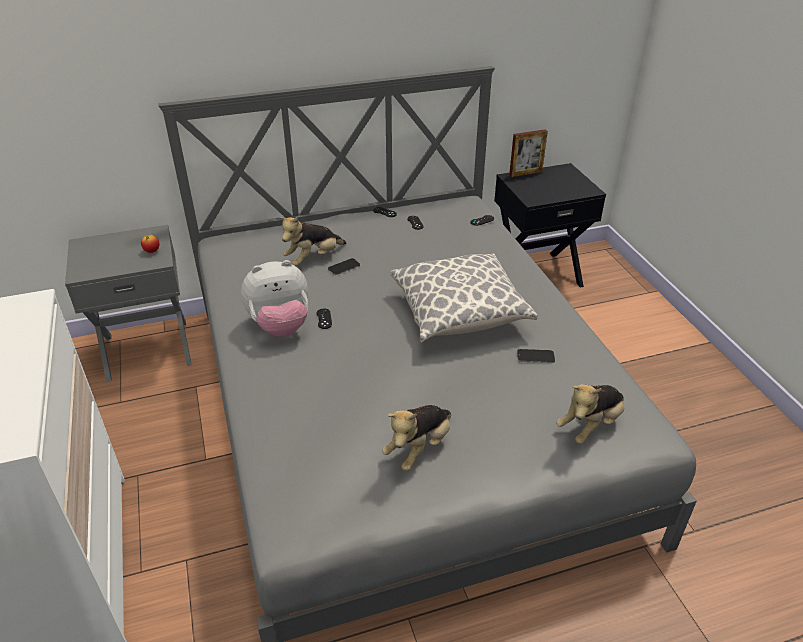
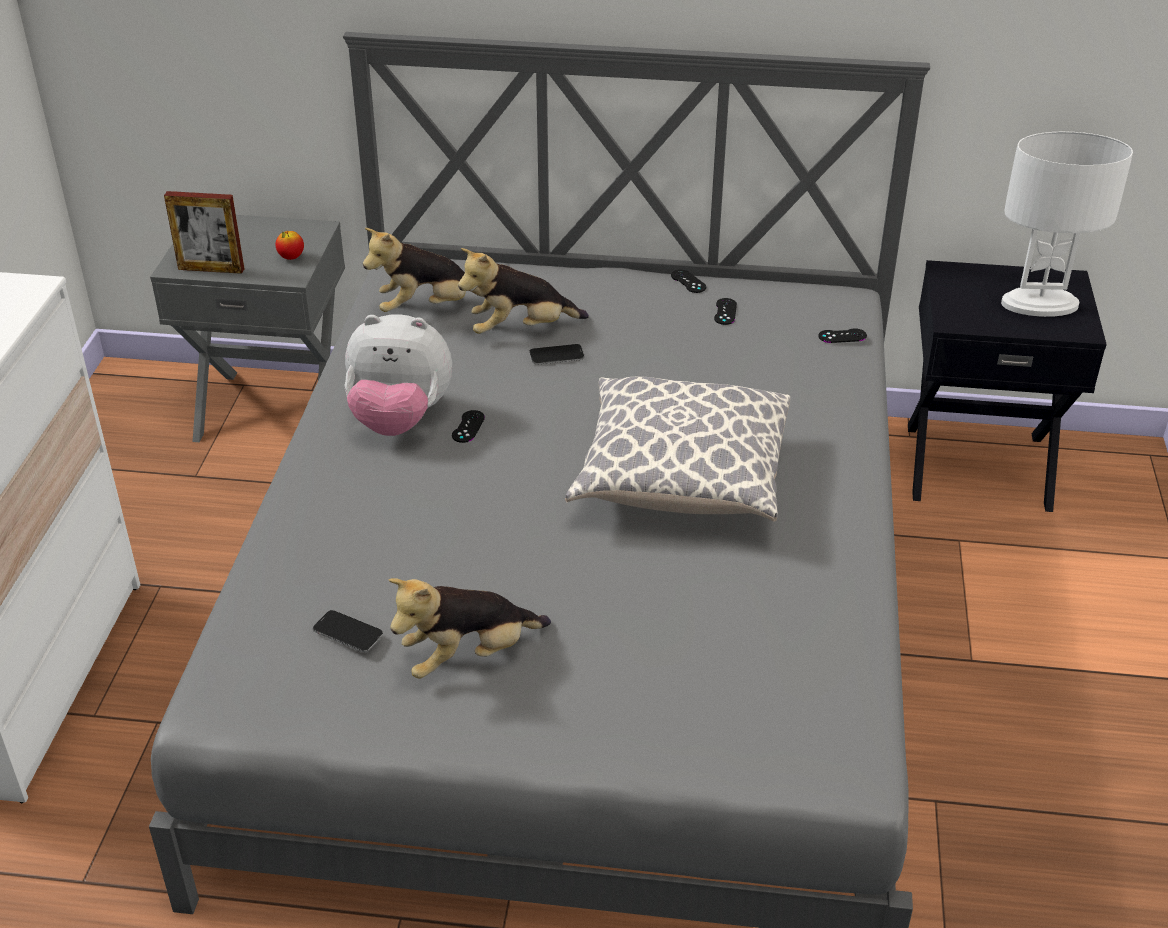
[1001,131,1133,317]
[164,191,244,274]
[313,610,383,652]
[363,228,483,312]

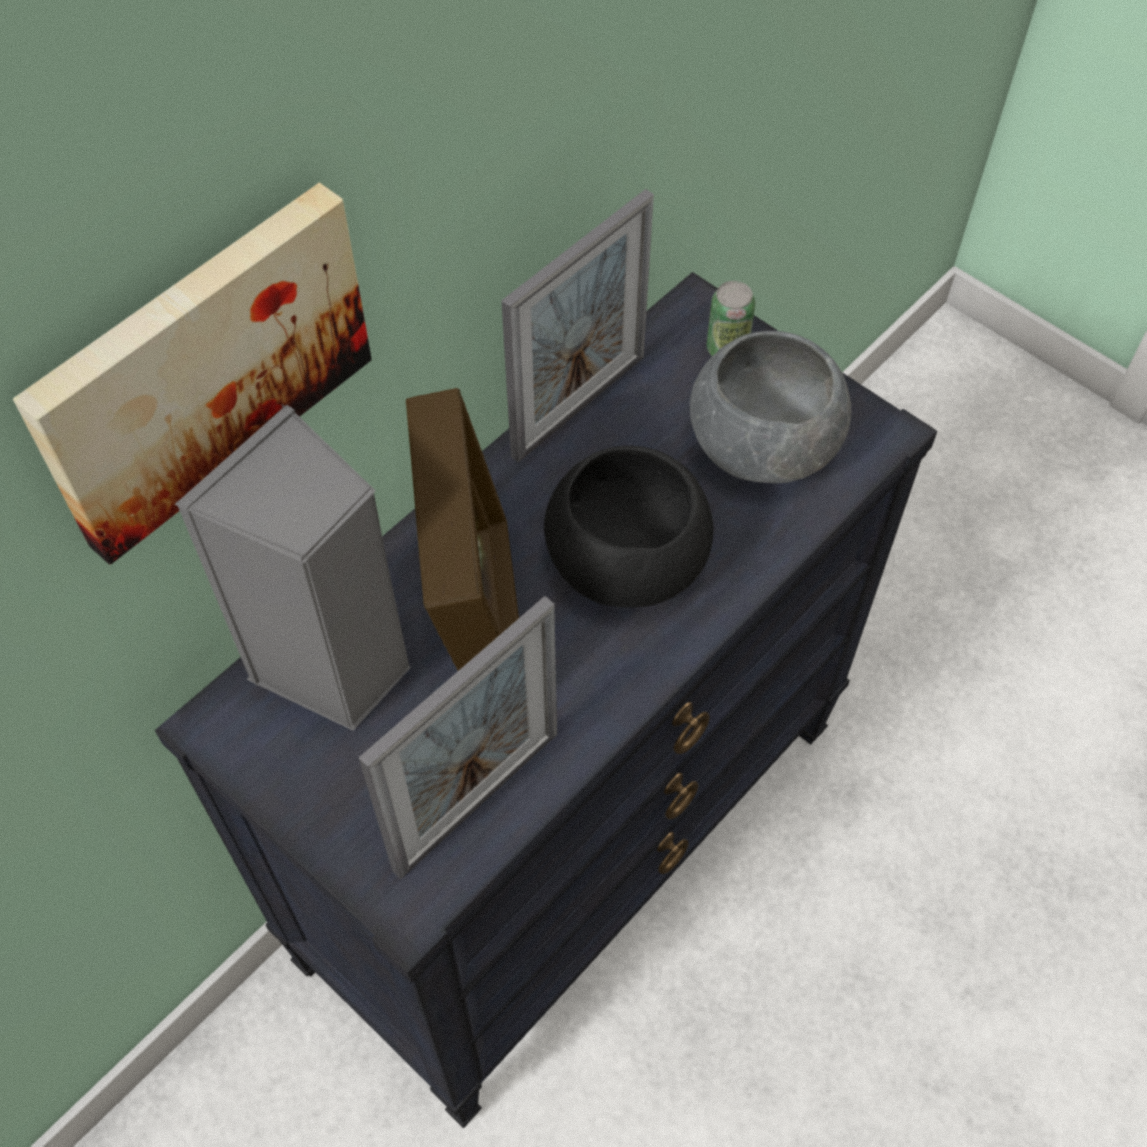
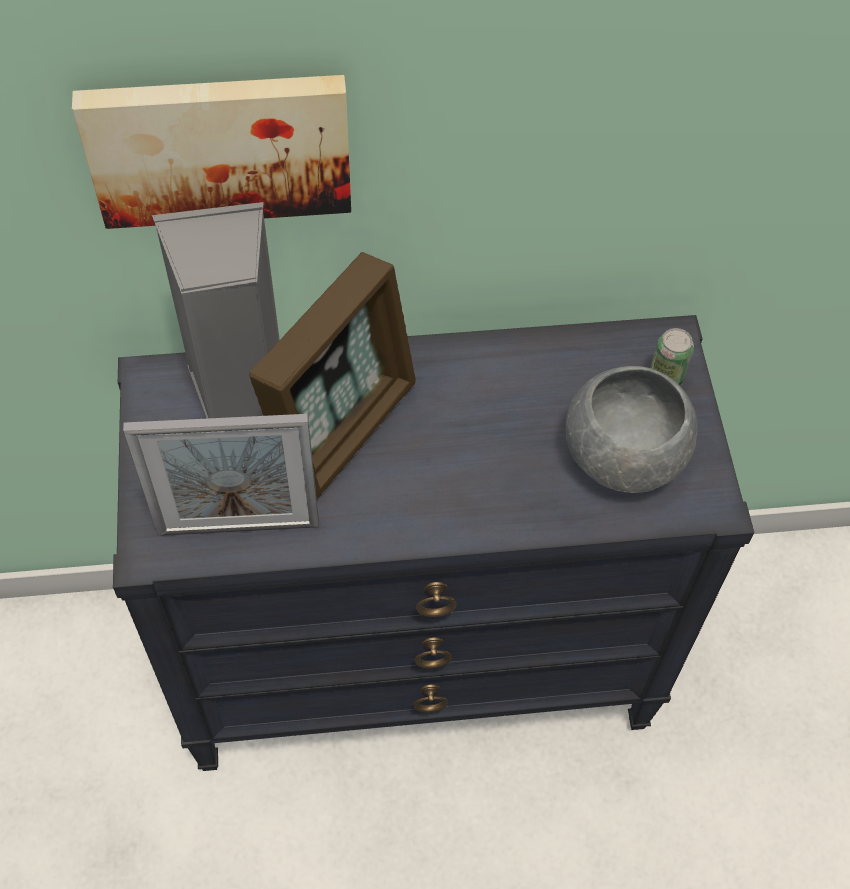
[501,189,654,462] (first image)
[544,446,714,607] (first image)

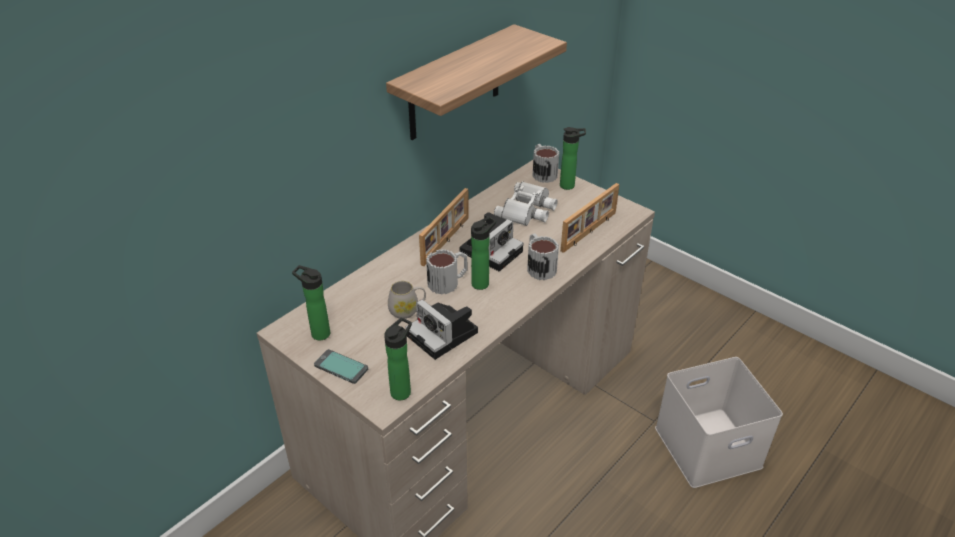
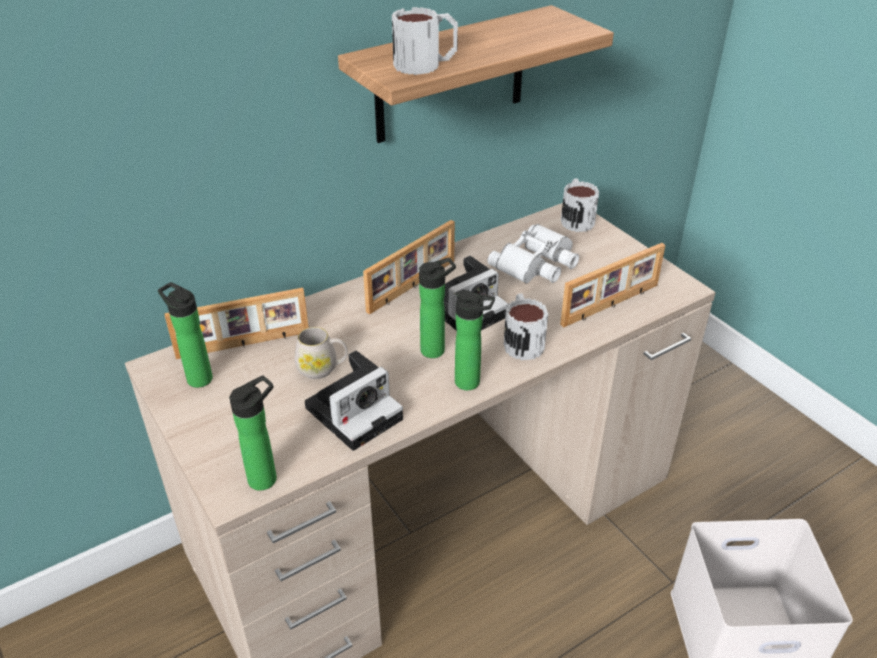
[314,349,368,384] (first image)
[165,288,309,359]
[392,7,458,75]
[455,290,495,390]
[304,351,403,451]

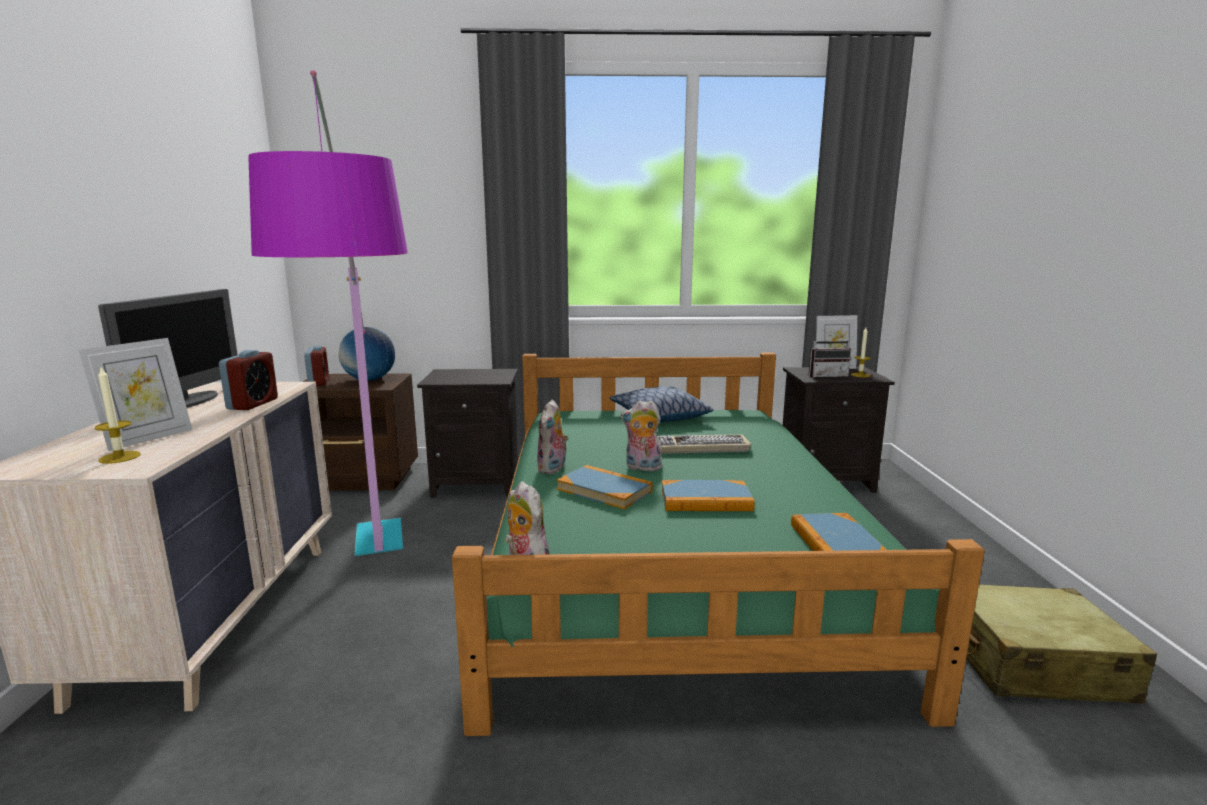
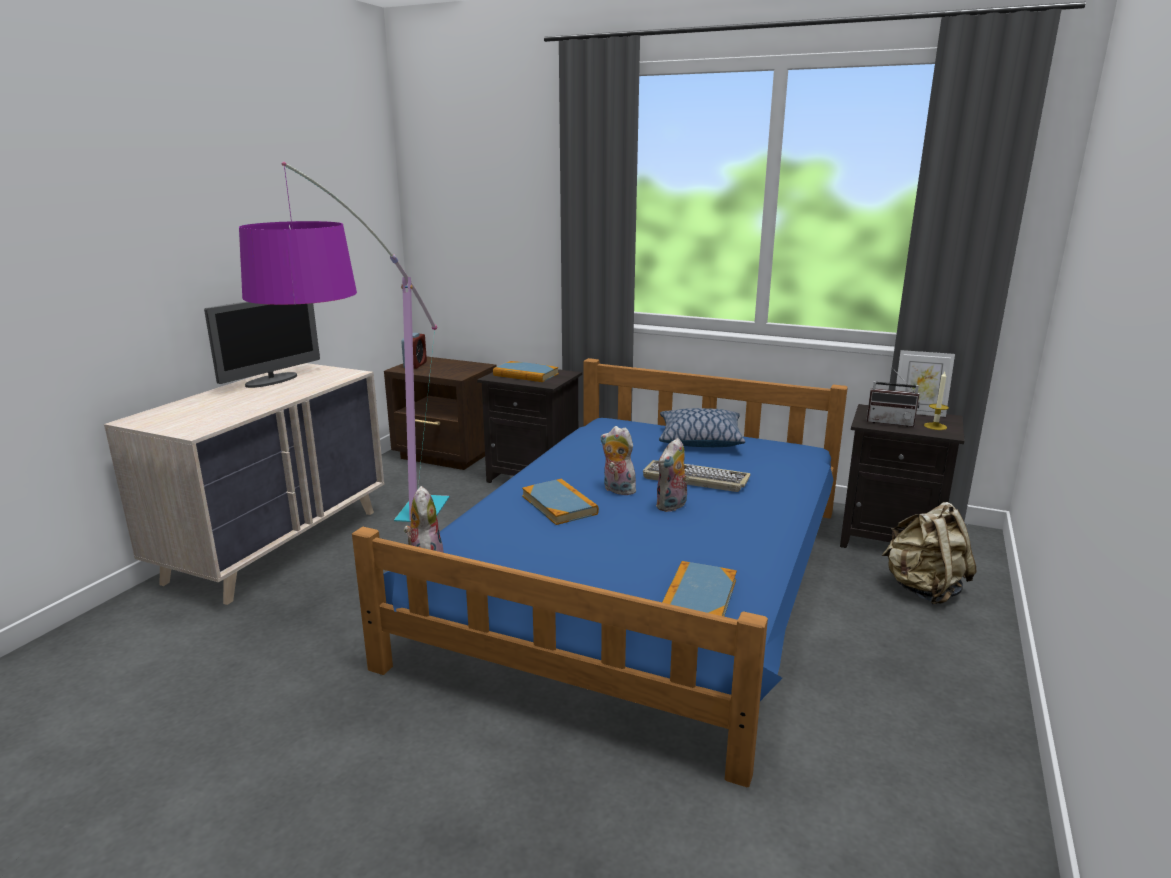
[79,338,192,451] (first image)
[95,368,141,464] (first image)
[219,350,278,410] (first image)
[339,327,395,381] (first image)
[966,585,1157,704] (first image)
[882,502,977,605]
[656,438,689,512]
[493,361,559,382]
[352,358,848,787]

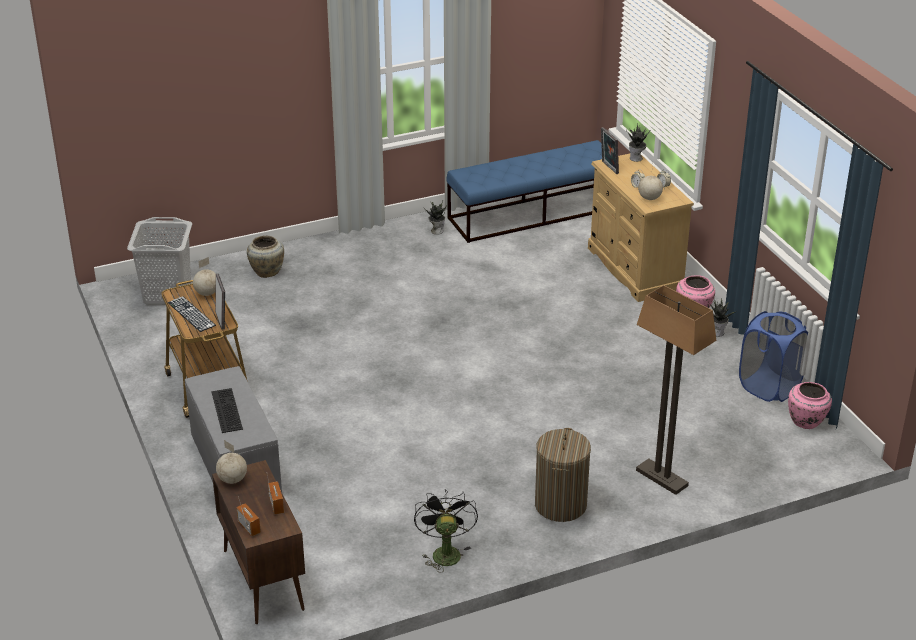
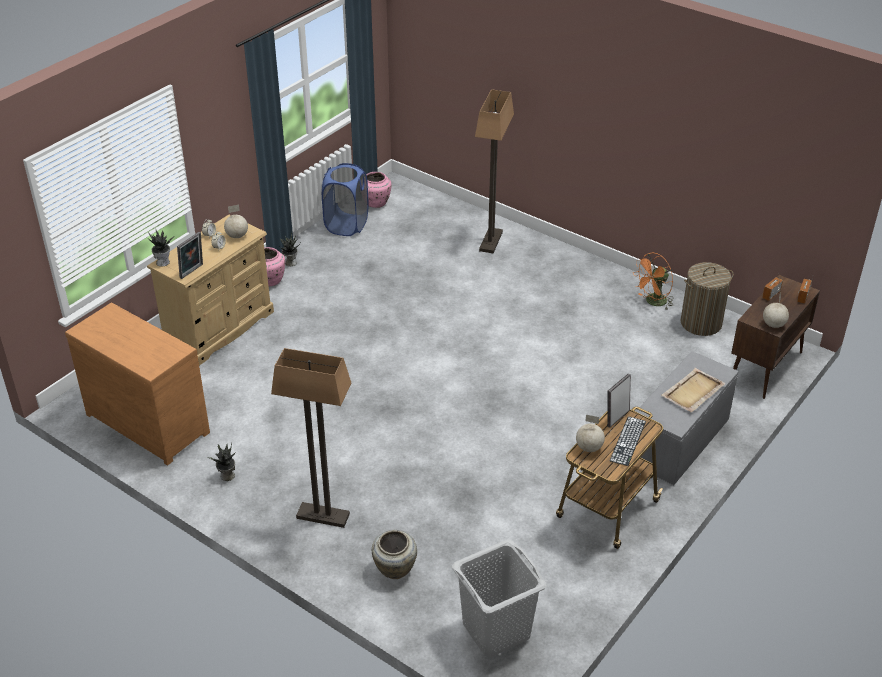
[271,348,351,528]
[681,262,734,336]
[661,368,726,412]
[65,302,210,465]
[633,253,673,310]

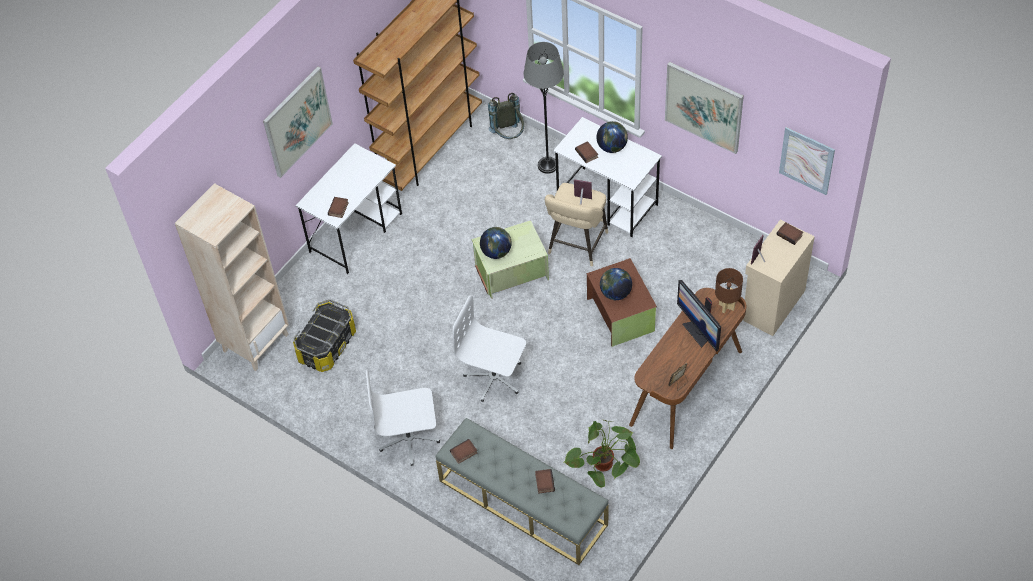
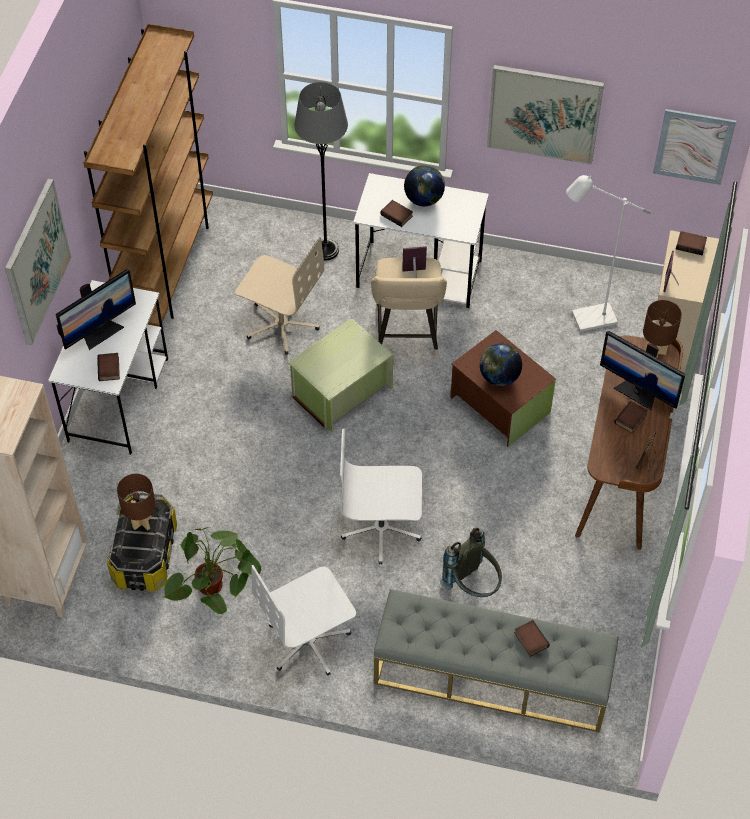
[480,227,512,259] (first image)
[56,269,136,350]
[117,474,156,531]
[235,237,324,354]
[566,175,651,332]
[614,401,648,434]
[440,528,502,597]
[163,527,261,614]

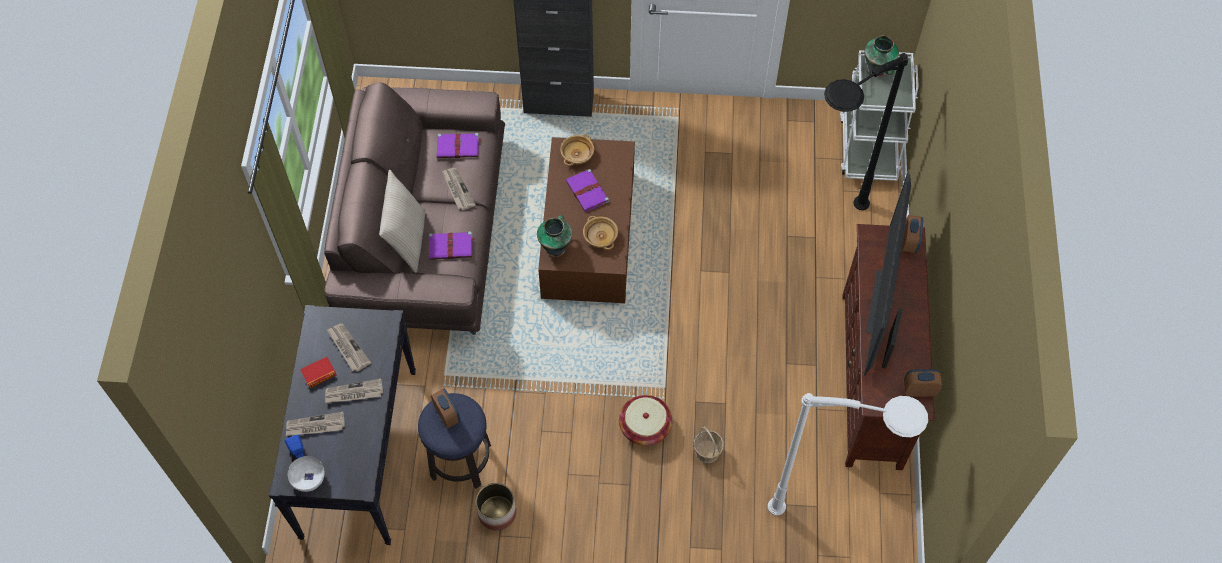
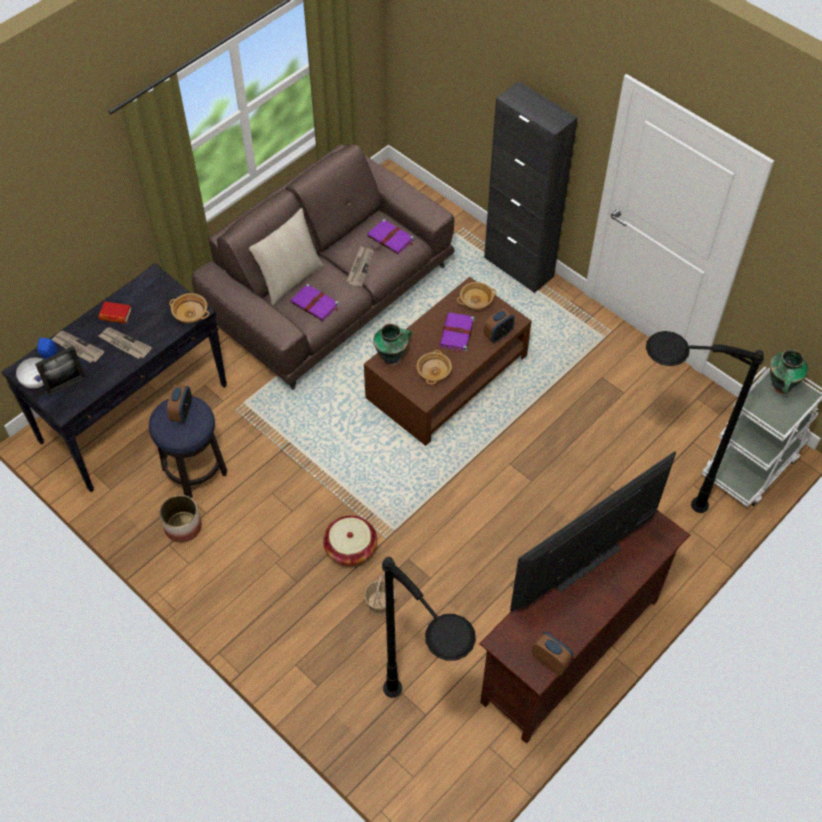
[326,324,371,372] (first image)
[169,293,210,323]
[35,346,86,396]
[484,308,515,343]
[382,557,476,698]

